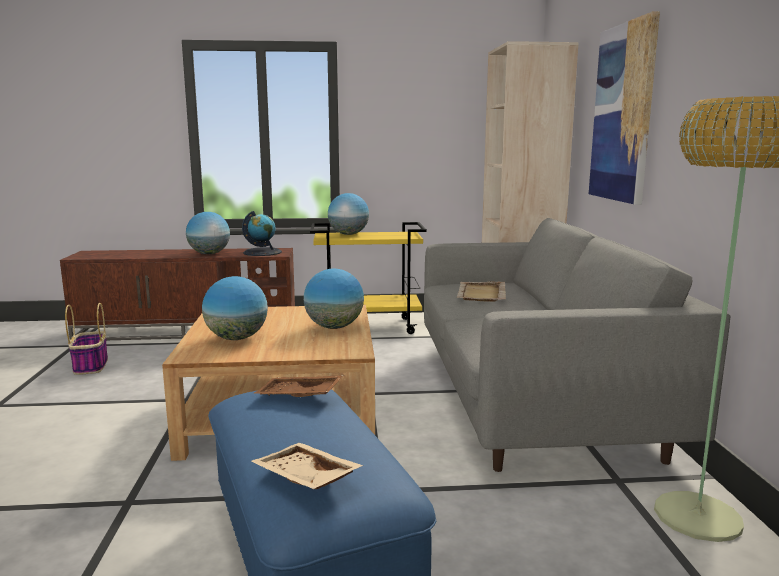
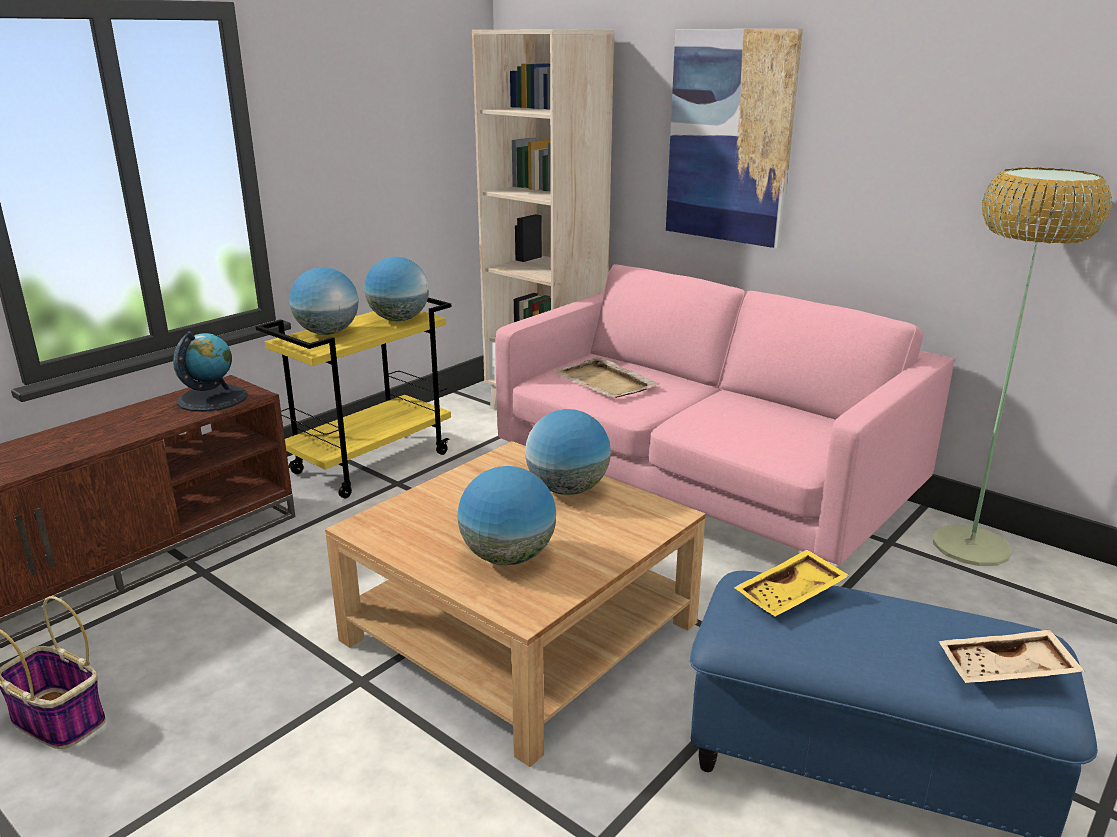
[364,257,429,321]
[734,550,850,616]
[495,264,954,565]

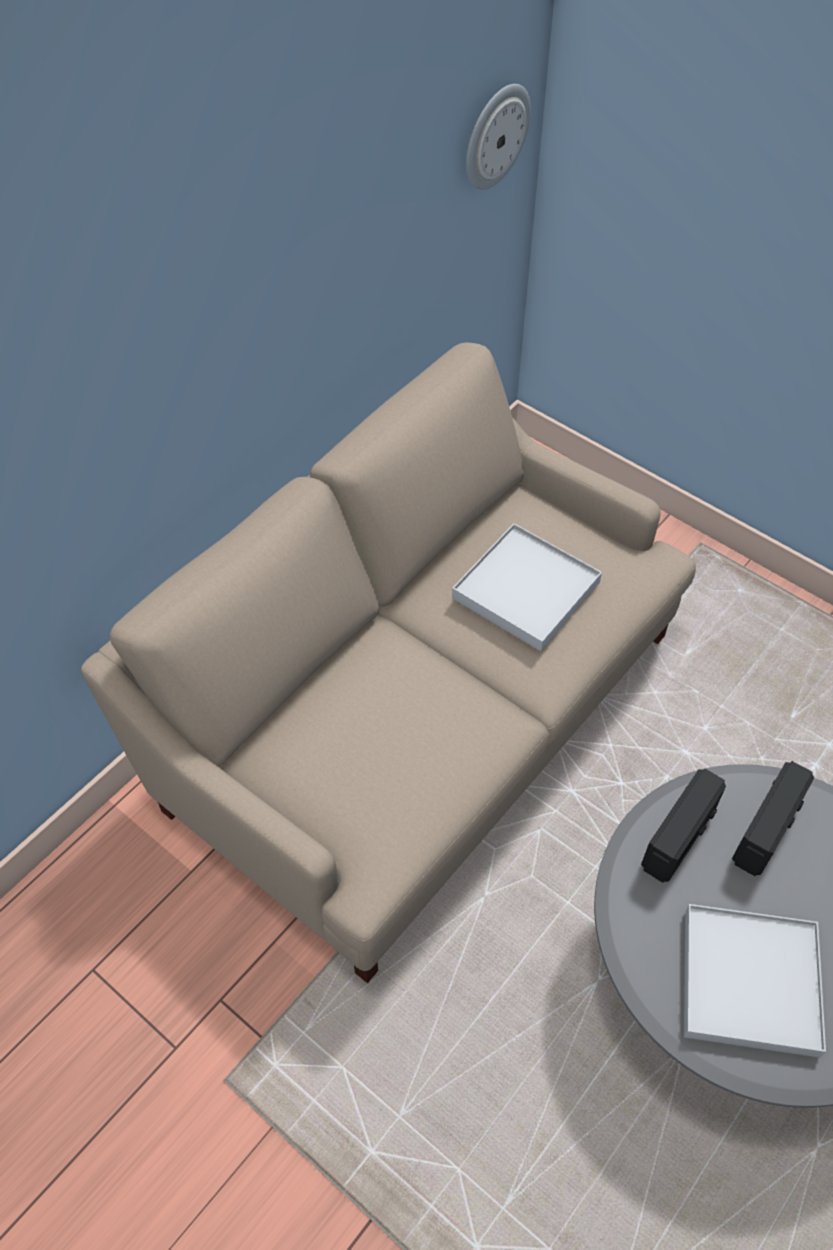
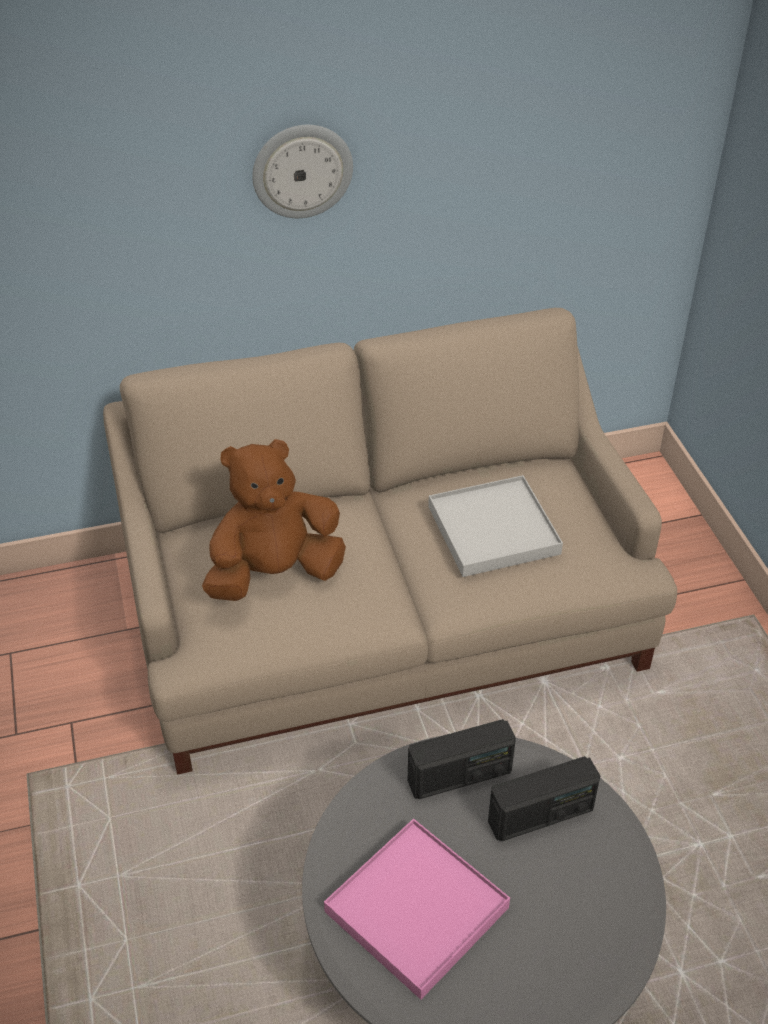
[202,439,346,601]
[252,125,353,218]
[324,819,510,1000]

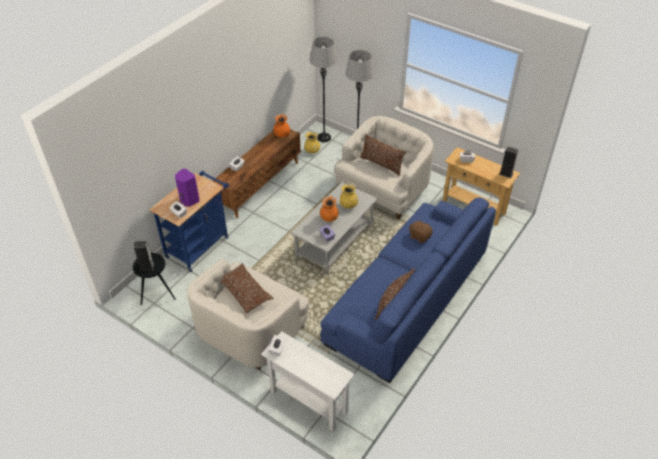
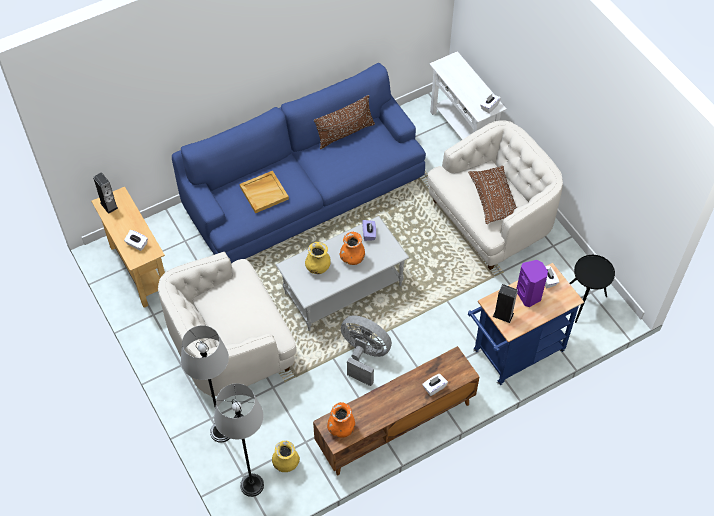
[360,134,406,176] (first image)
[341,315,392,386]
[493,284,518,323]
[240,171,289,213]

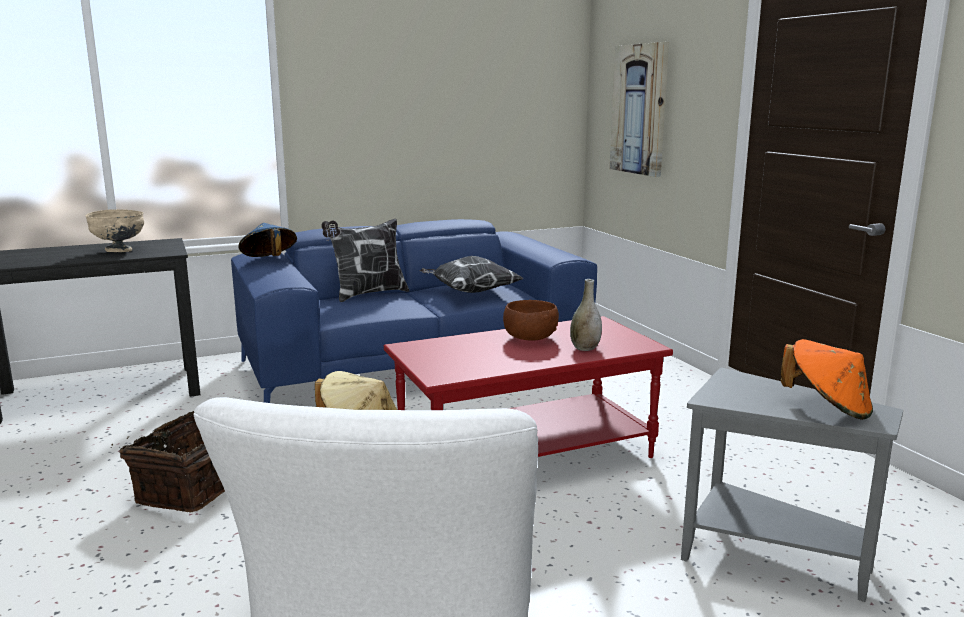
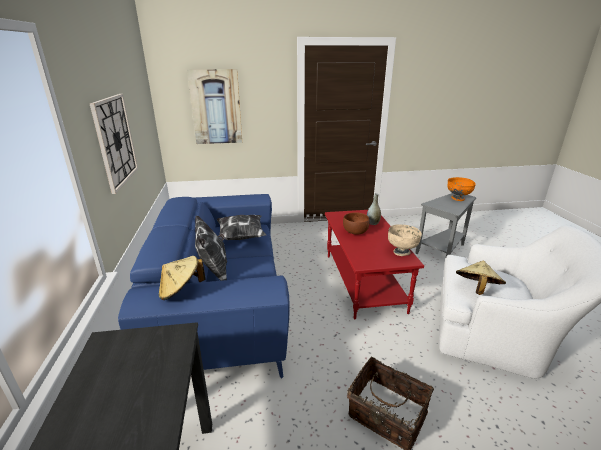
[90,94,138,194]
[388,224,422,256]
[447,177,476,201]
[159,256,205,300]

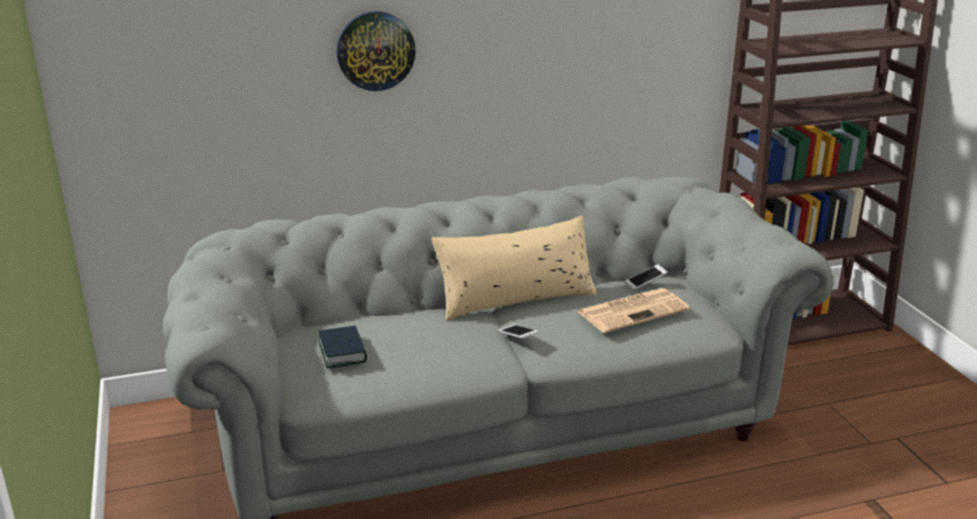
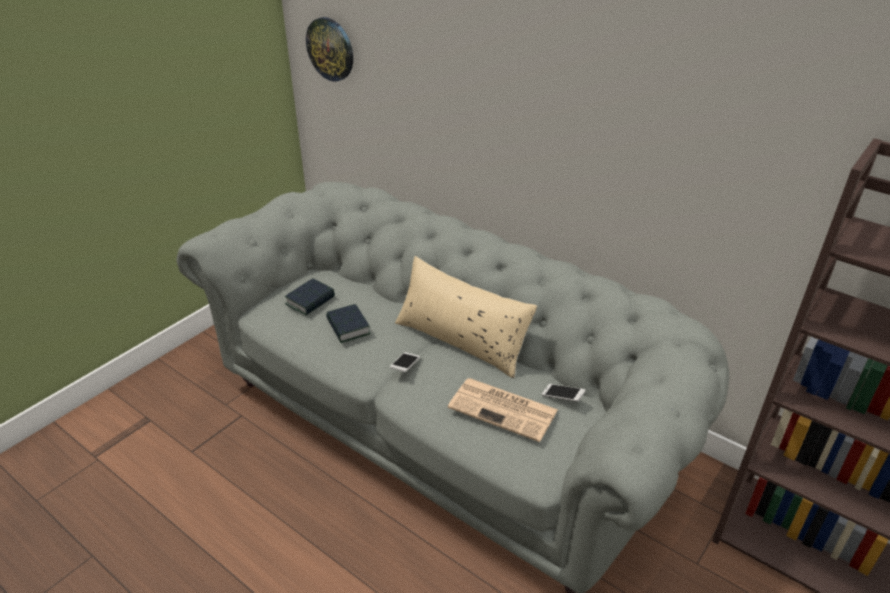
[326,304,370,343]
[306,17,353,82]

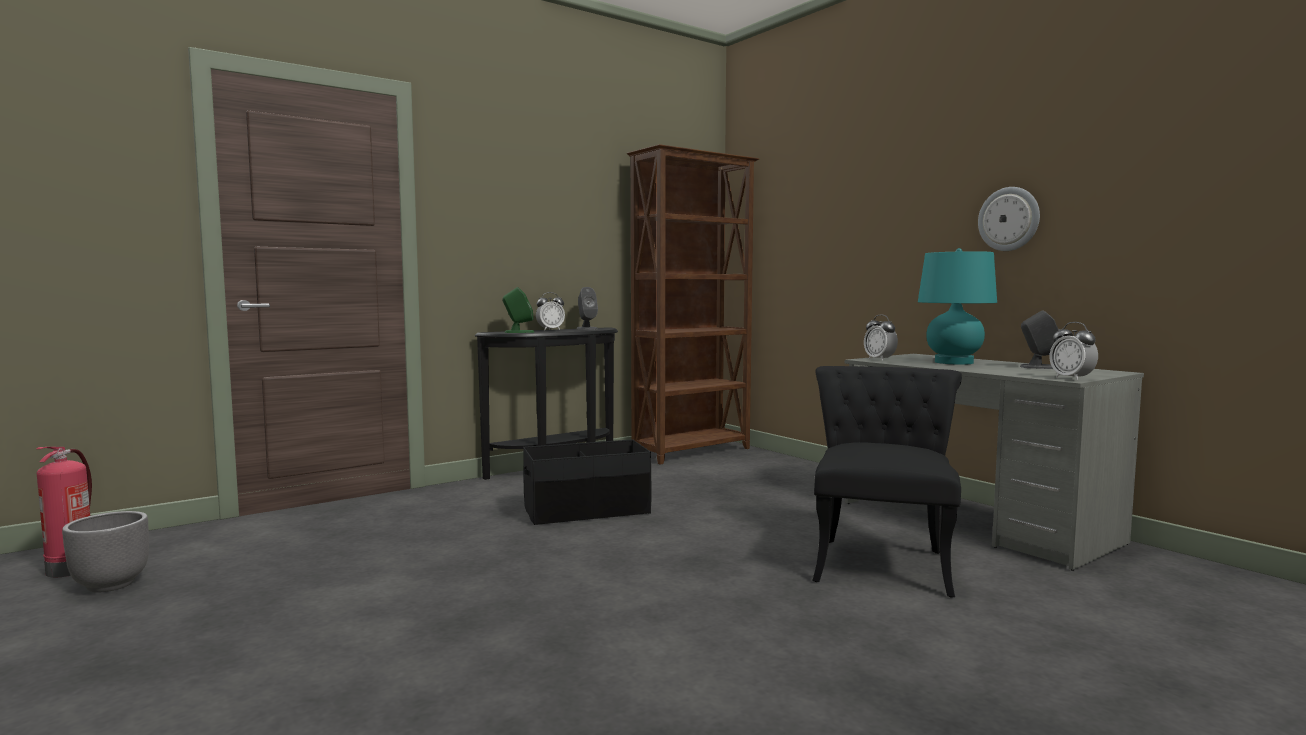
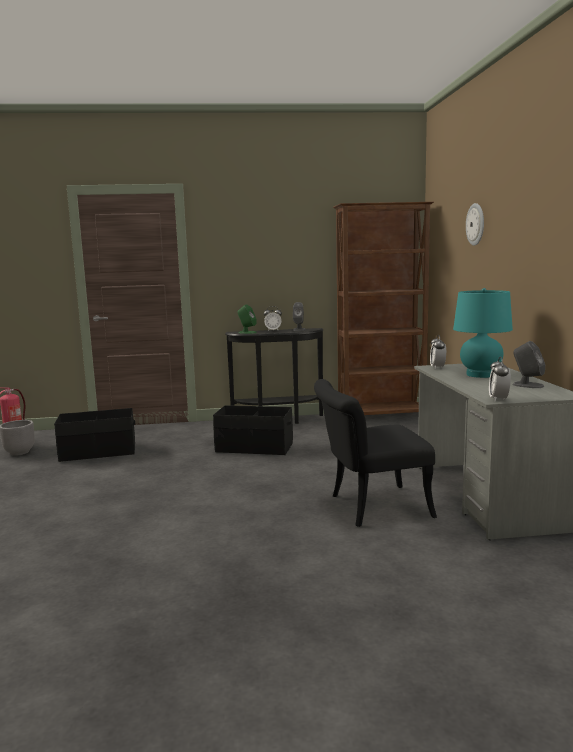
[54,408,135,462]
[466,203,484,246]
[314,379,437,527]

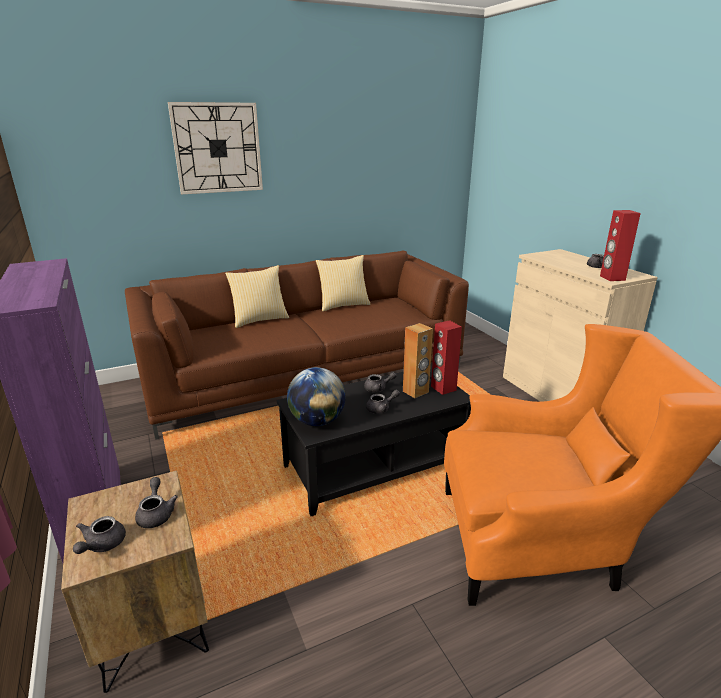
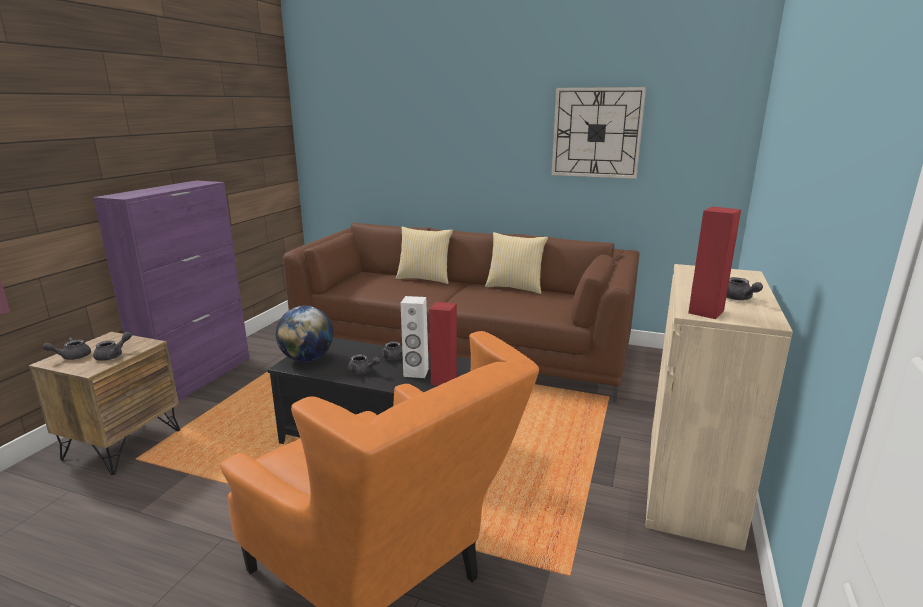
[552,87,646,179]
[401,296,429,378]

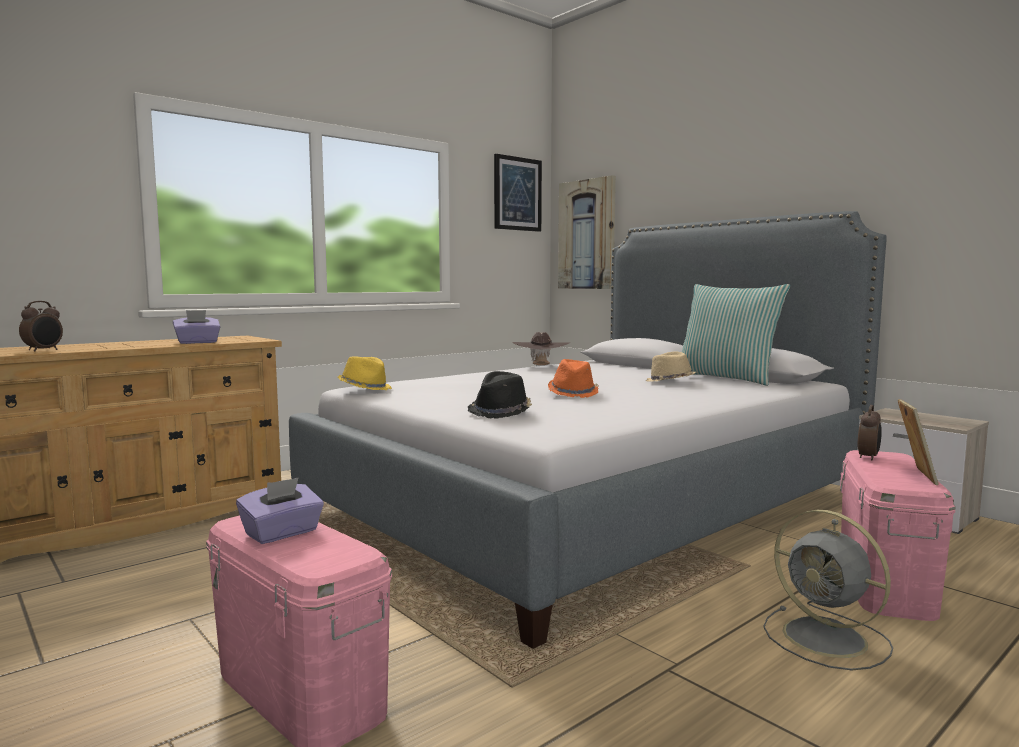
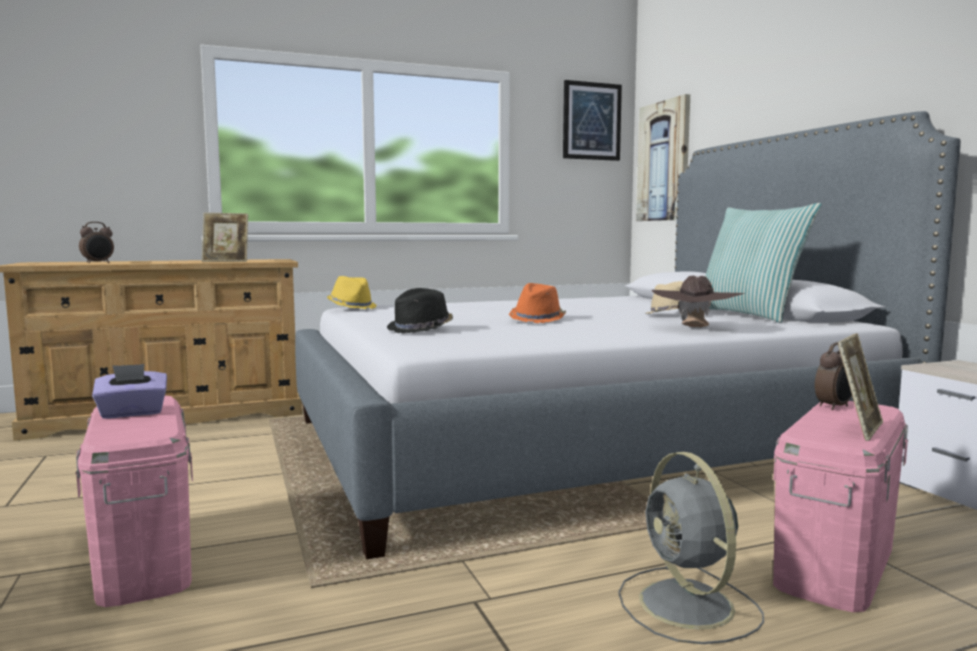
[652,276,744,327]
[202,213,248,262]

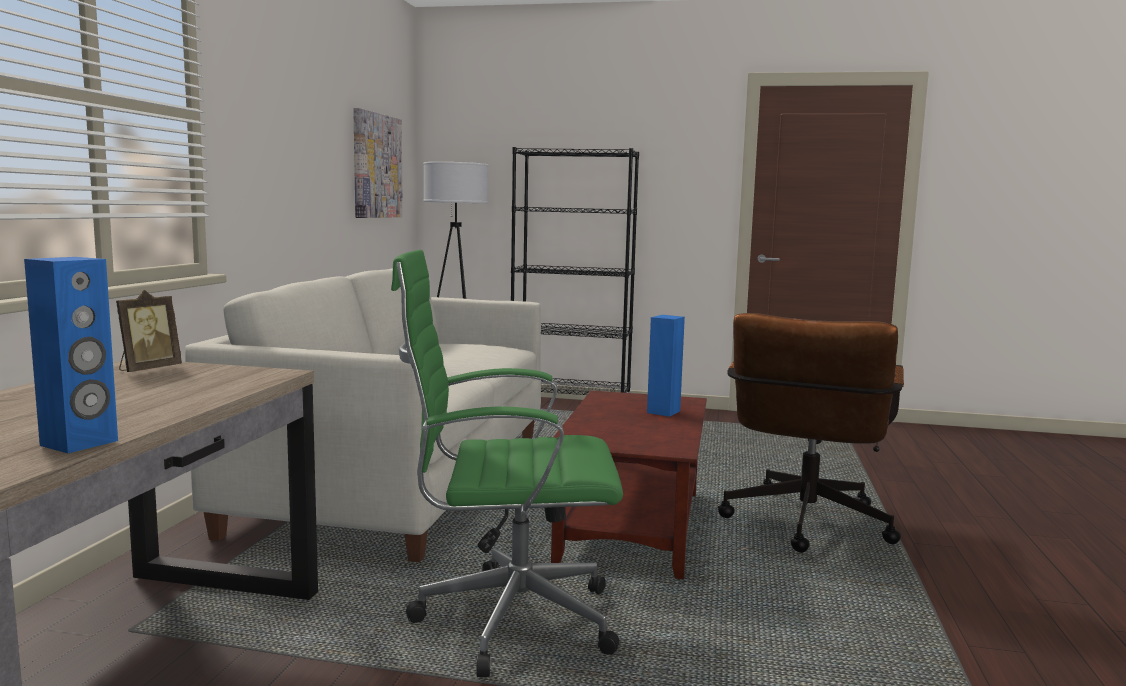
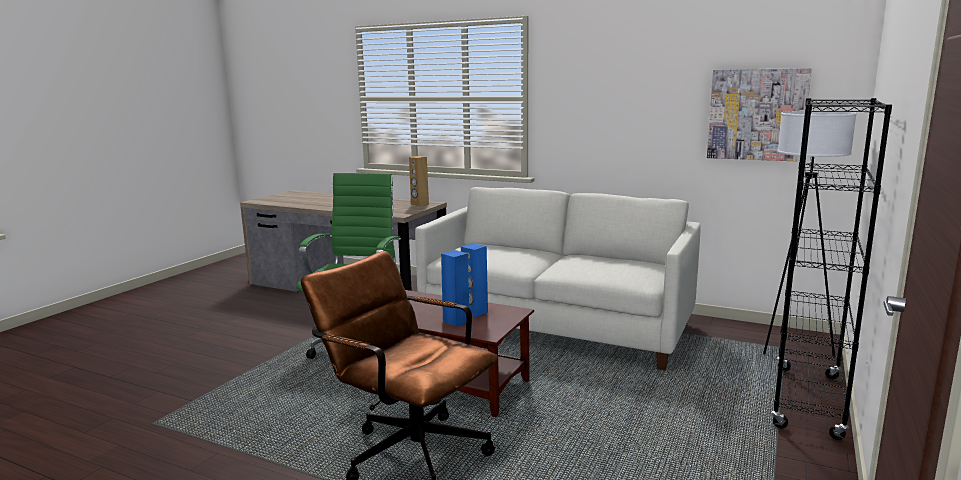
[461,243,488,317]
[409,156,429,207]

